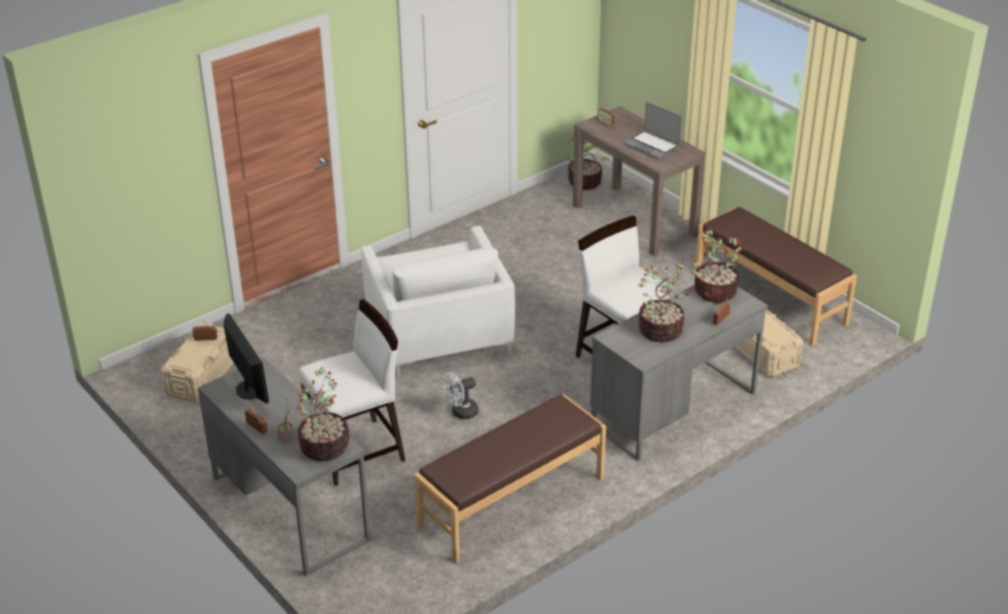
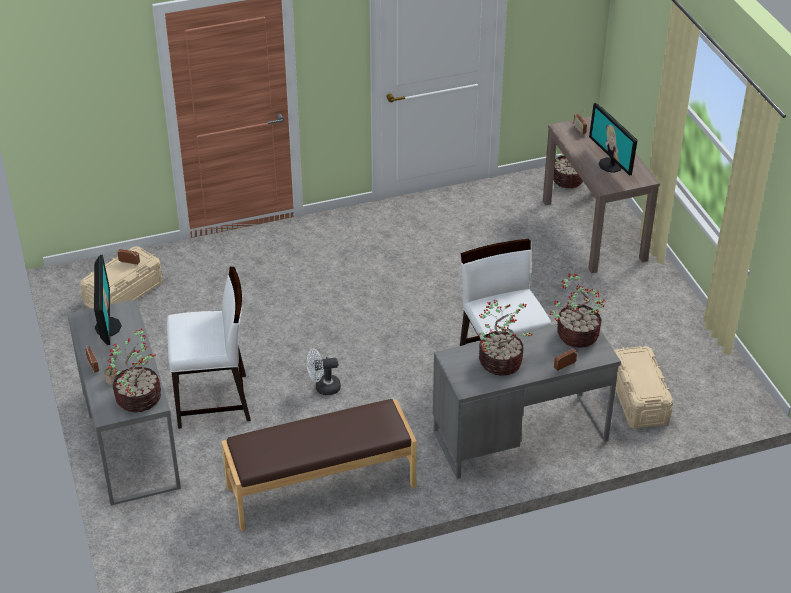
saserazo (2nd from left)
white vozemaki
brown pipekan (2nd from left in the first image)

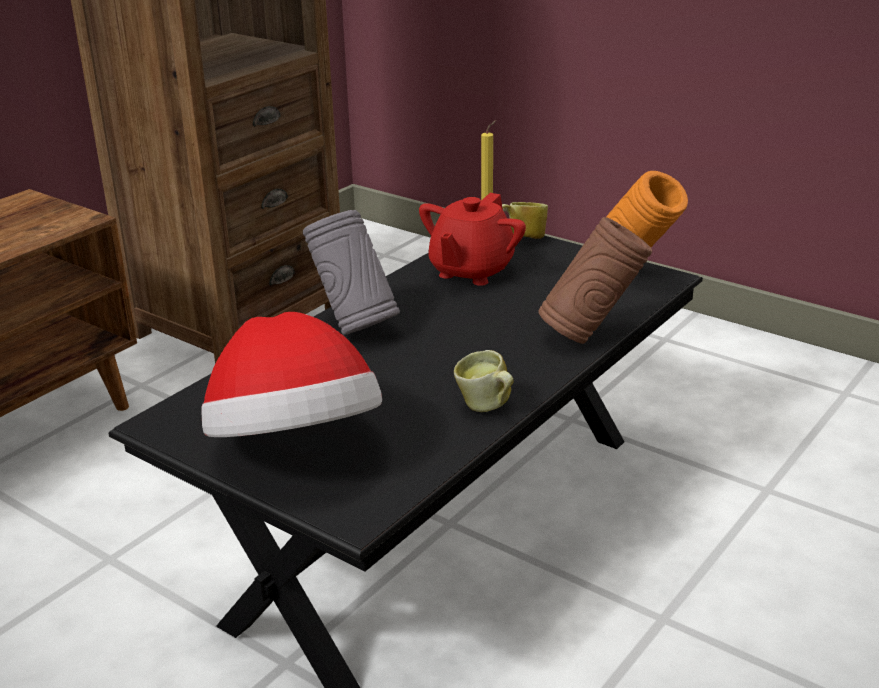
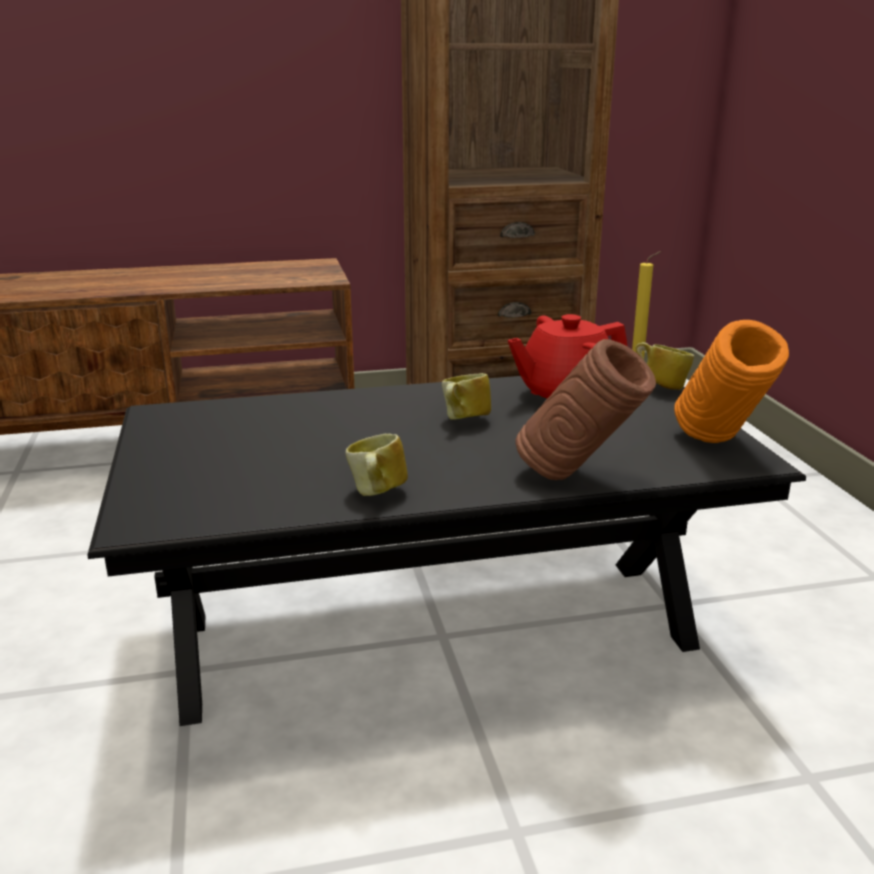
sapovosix (2nd from left)
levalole
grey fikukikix

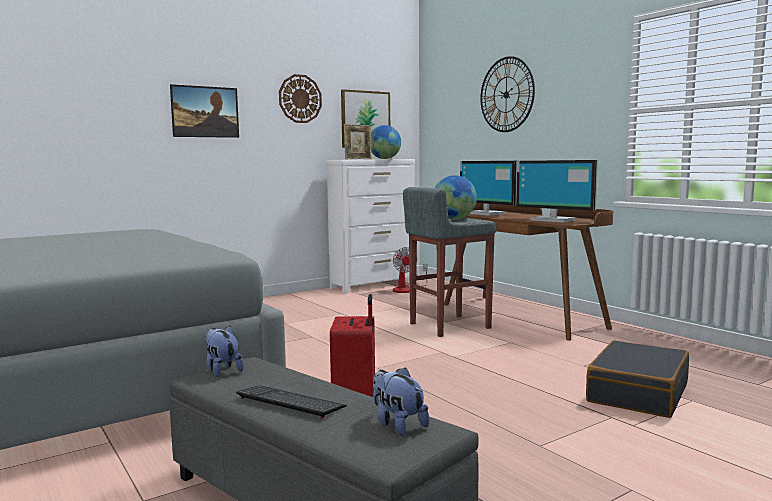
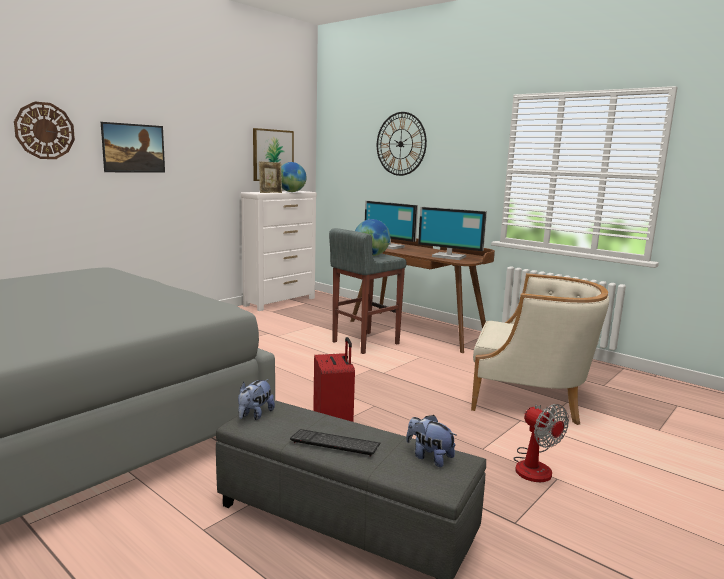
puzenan (1st from left)
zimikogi (1st from left)
beige vozemaki
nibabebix

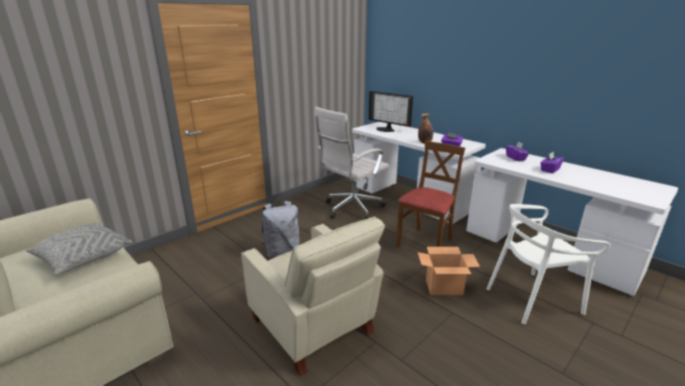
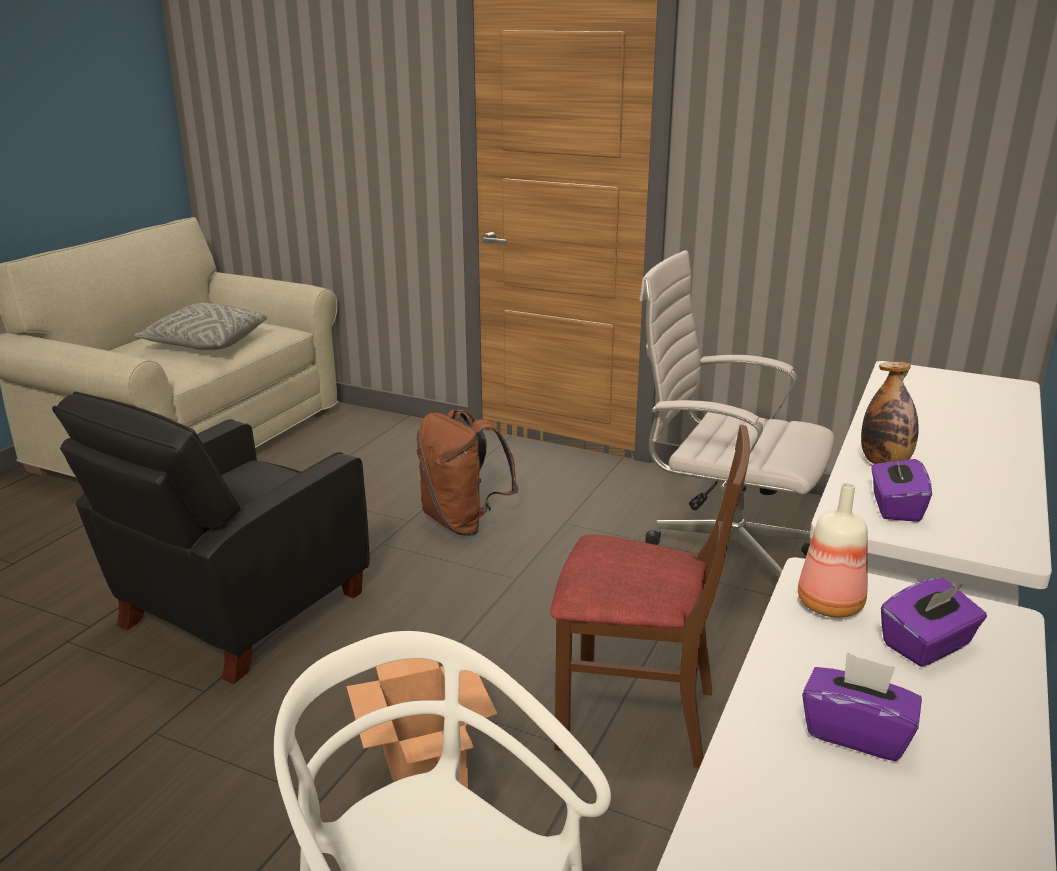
black vozemaki
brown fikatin
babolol (1st from left)
saserazo

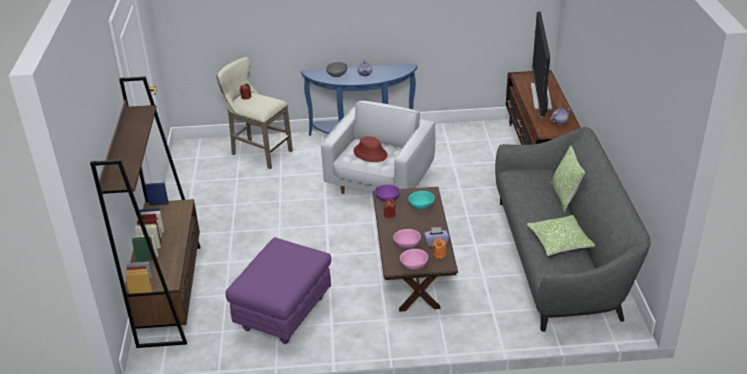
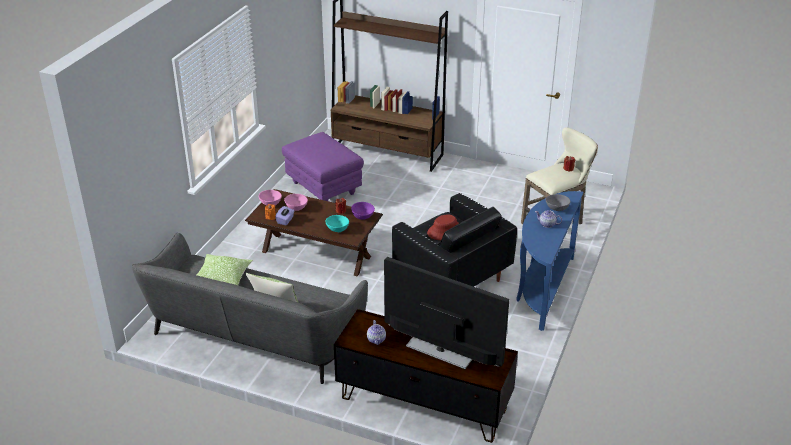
black vozemaki

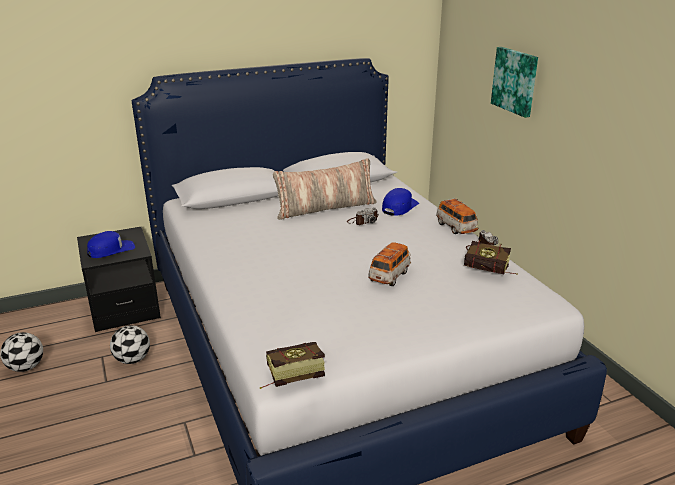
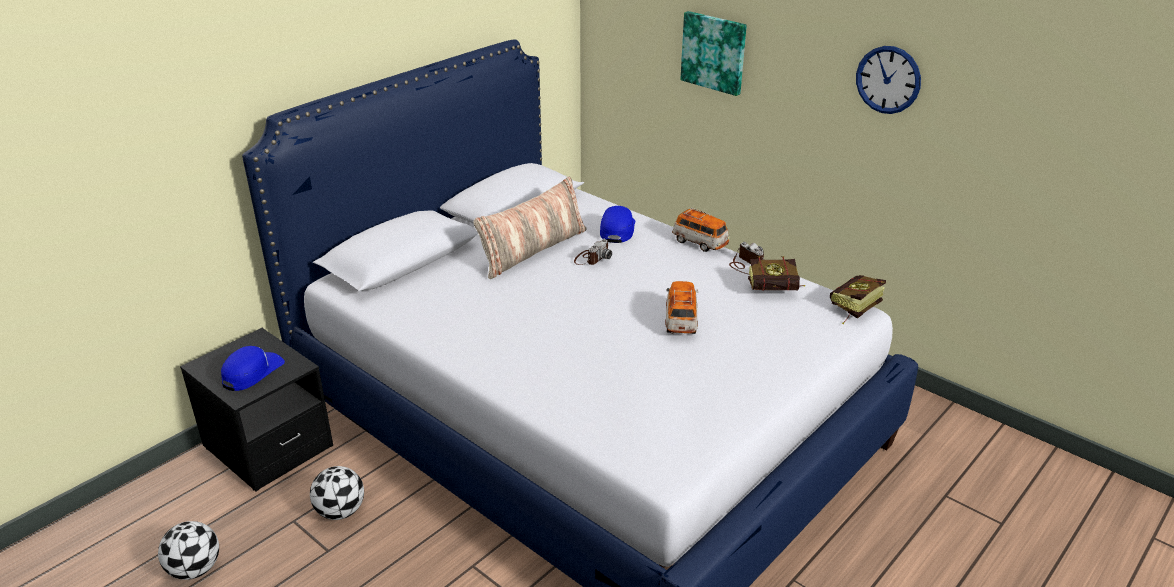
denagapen (2nd from left)
puzenan

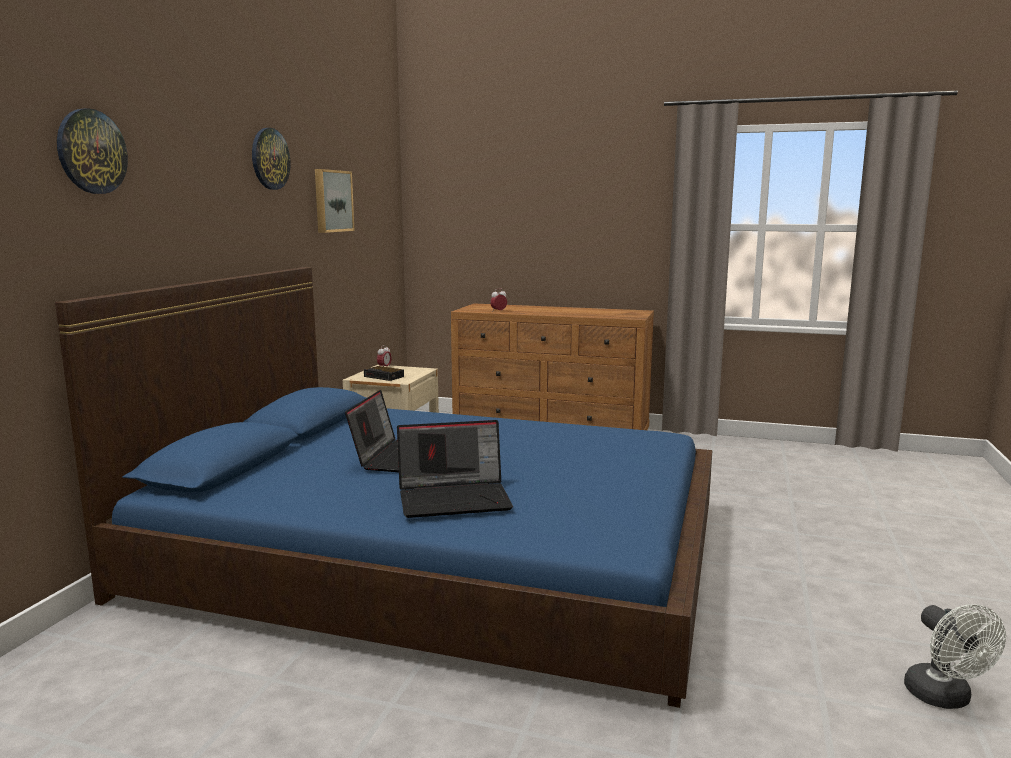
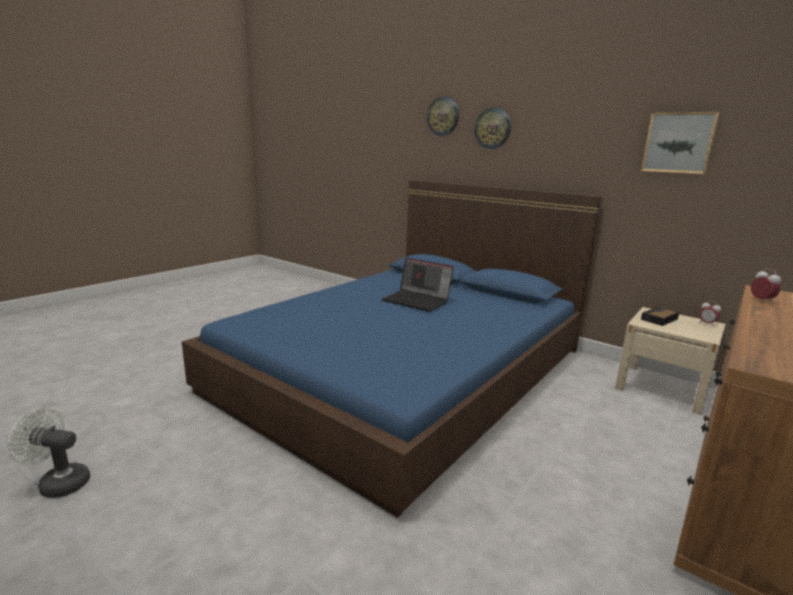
puzenan (2nd from left)
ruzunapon (2nd from left in the first image)

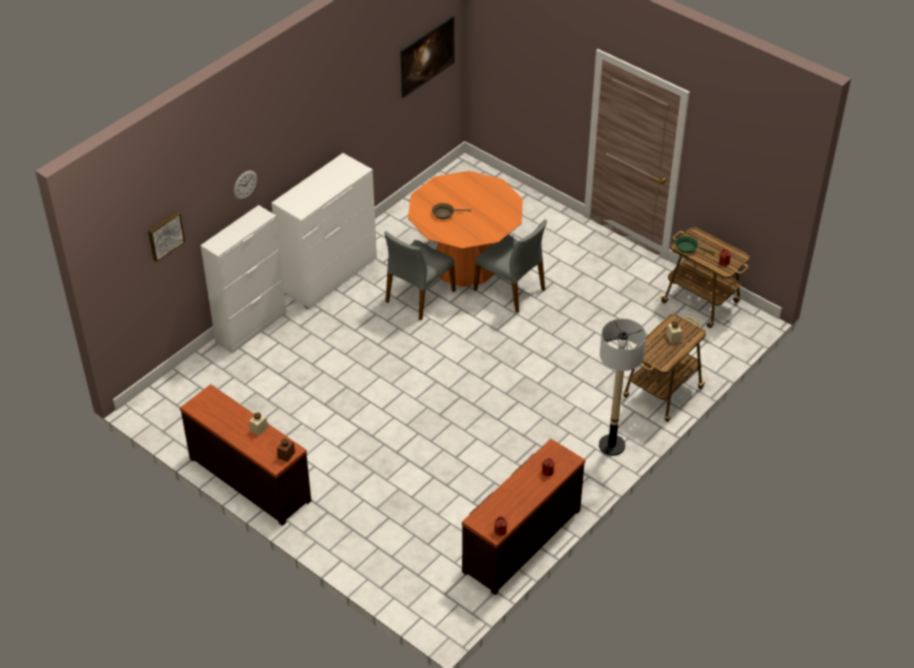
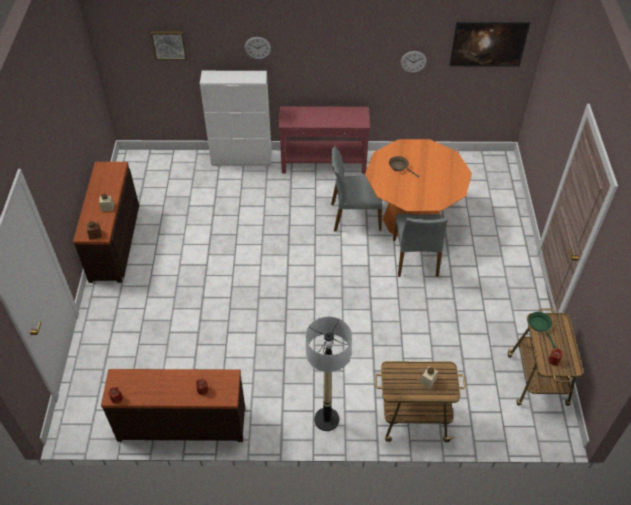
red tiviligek
puzenan (2nd from left)

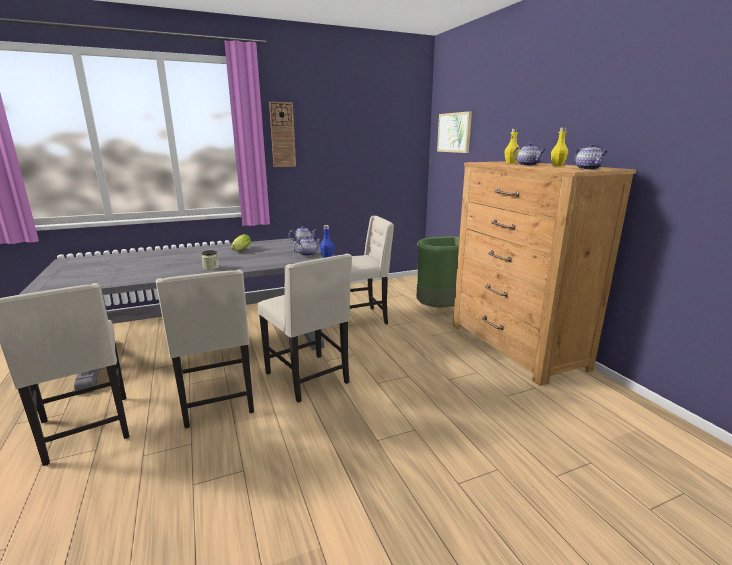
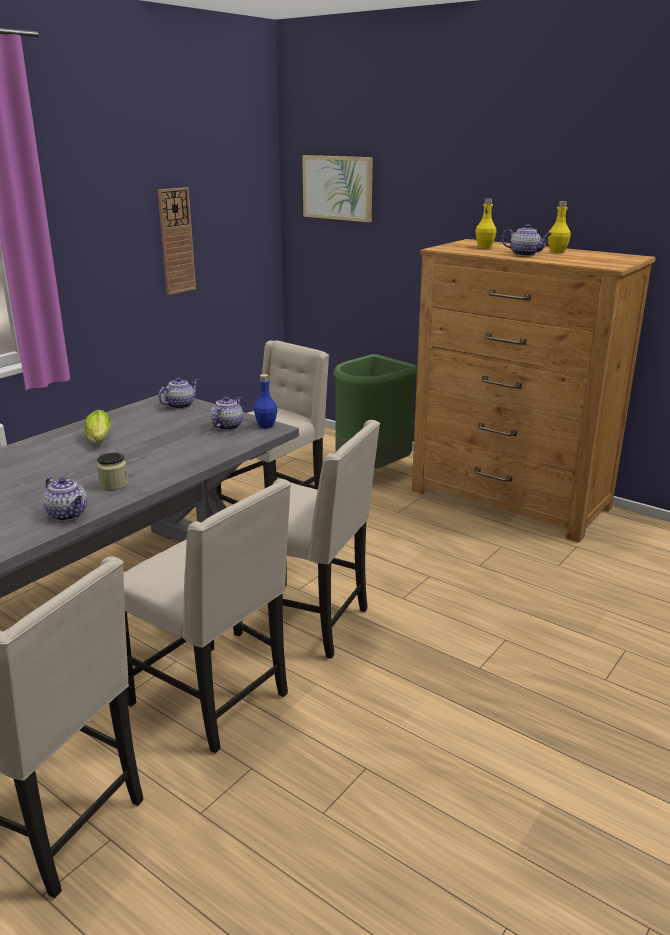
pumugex (1st from left)
puzenan

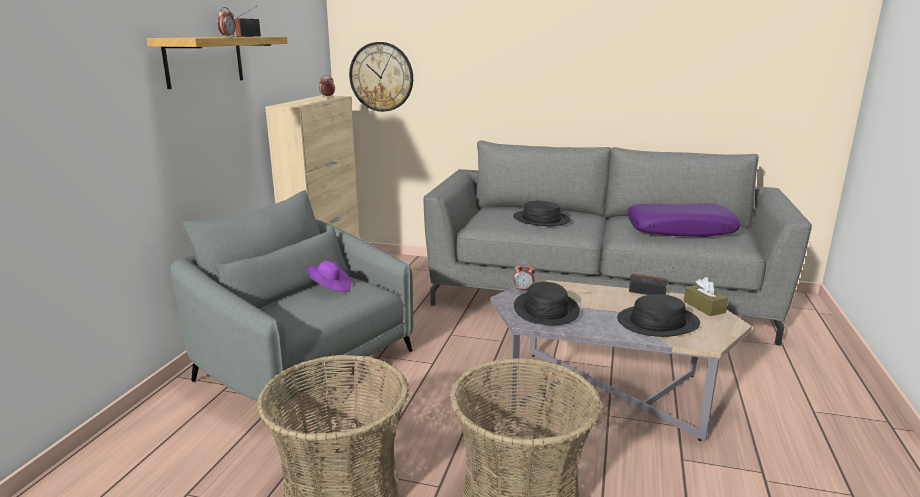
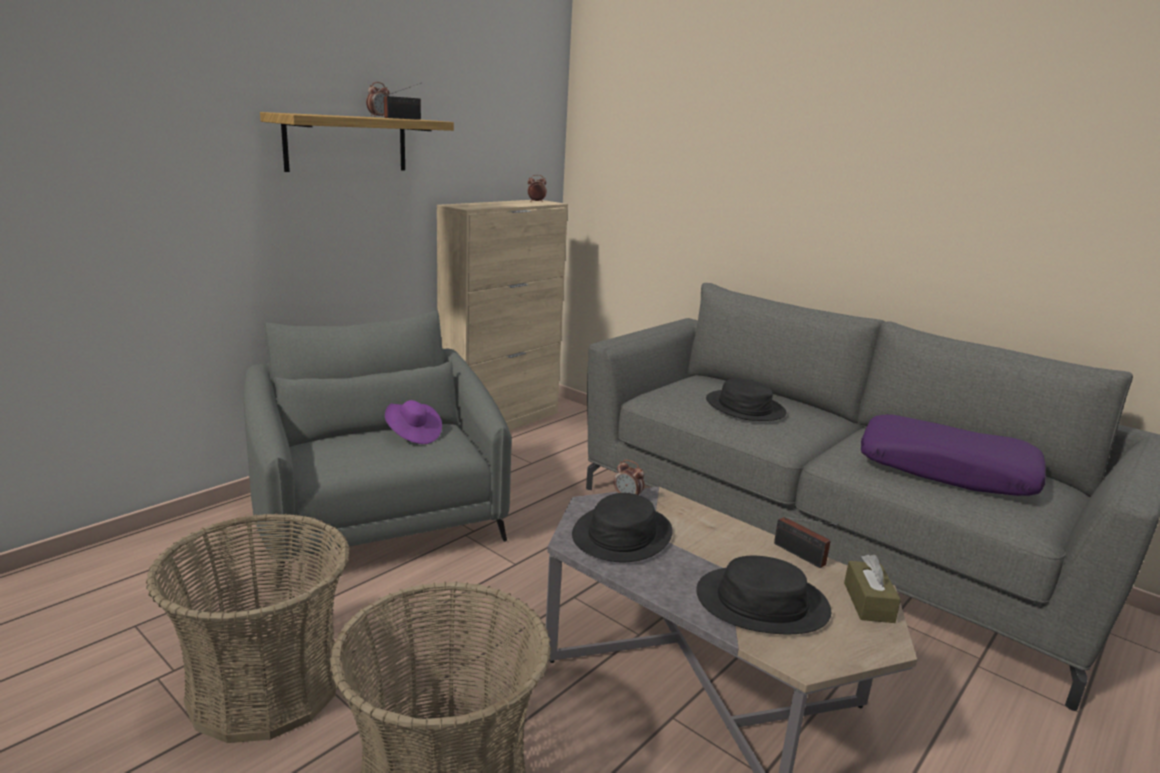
puzenan

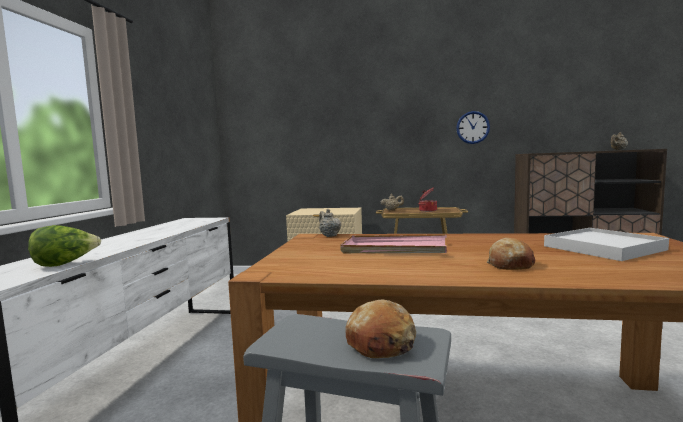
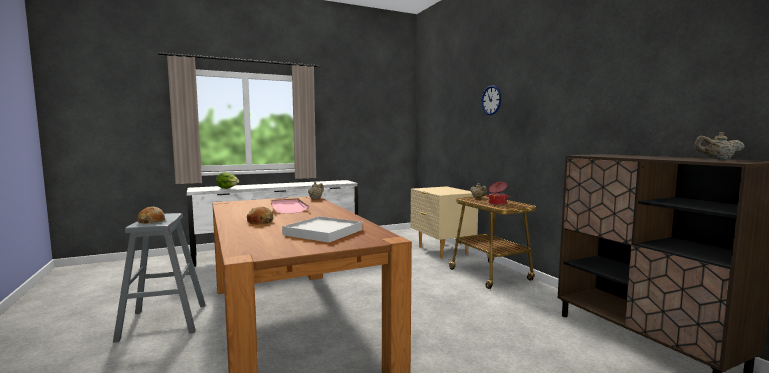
puzenan

